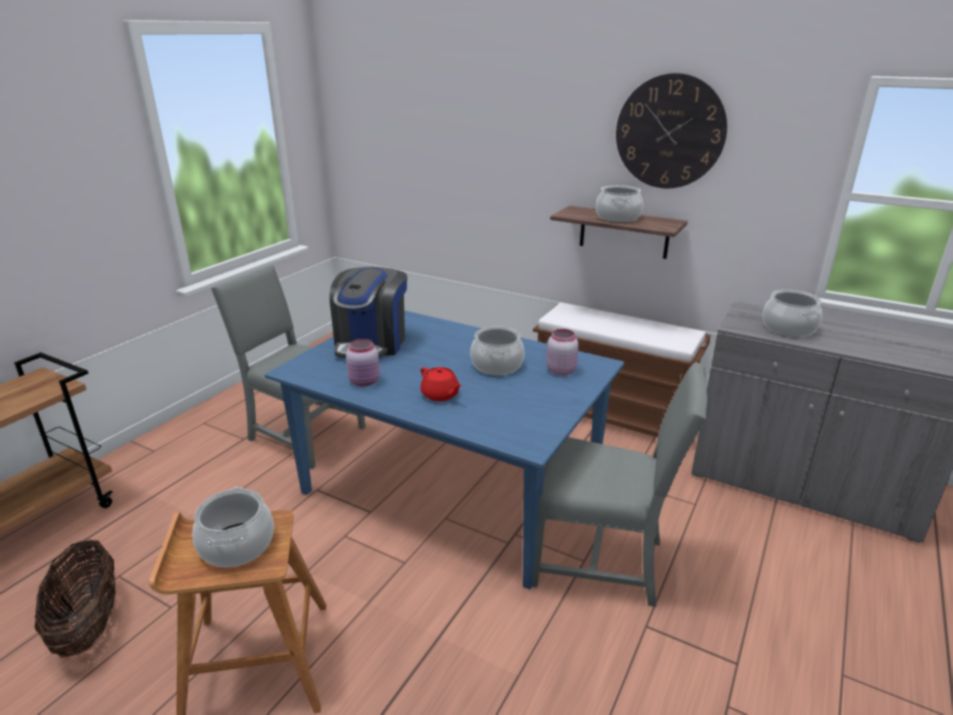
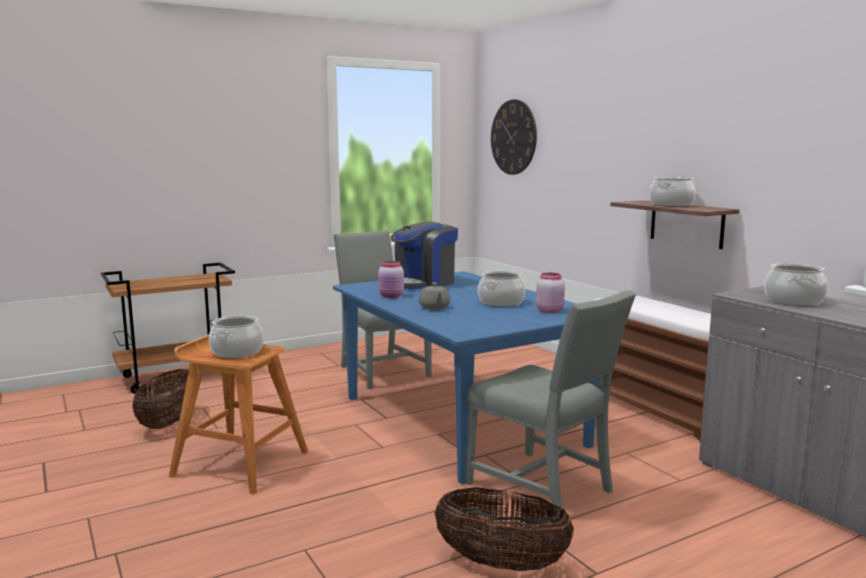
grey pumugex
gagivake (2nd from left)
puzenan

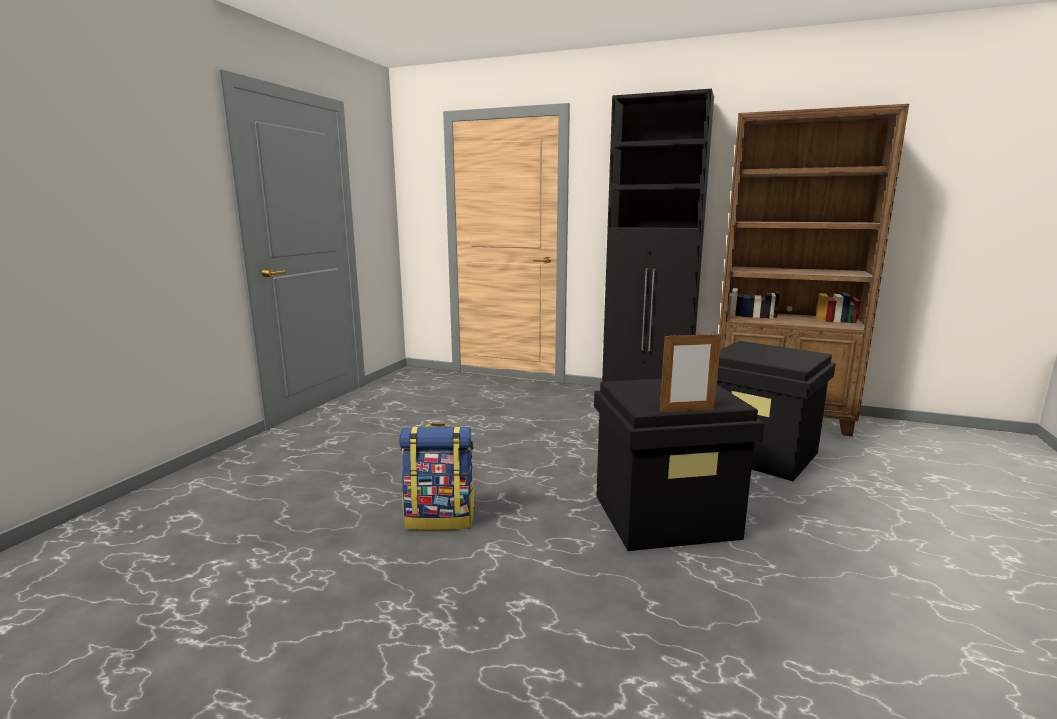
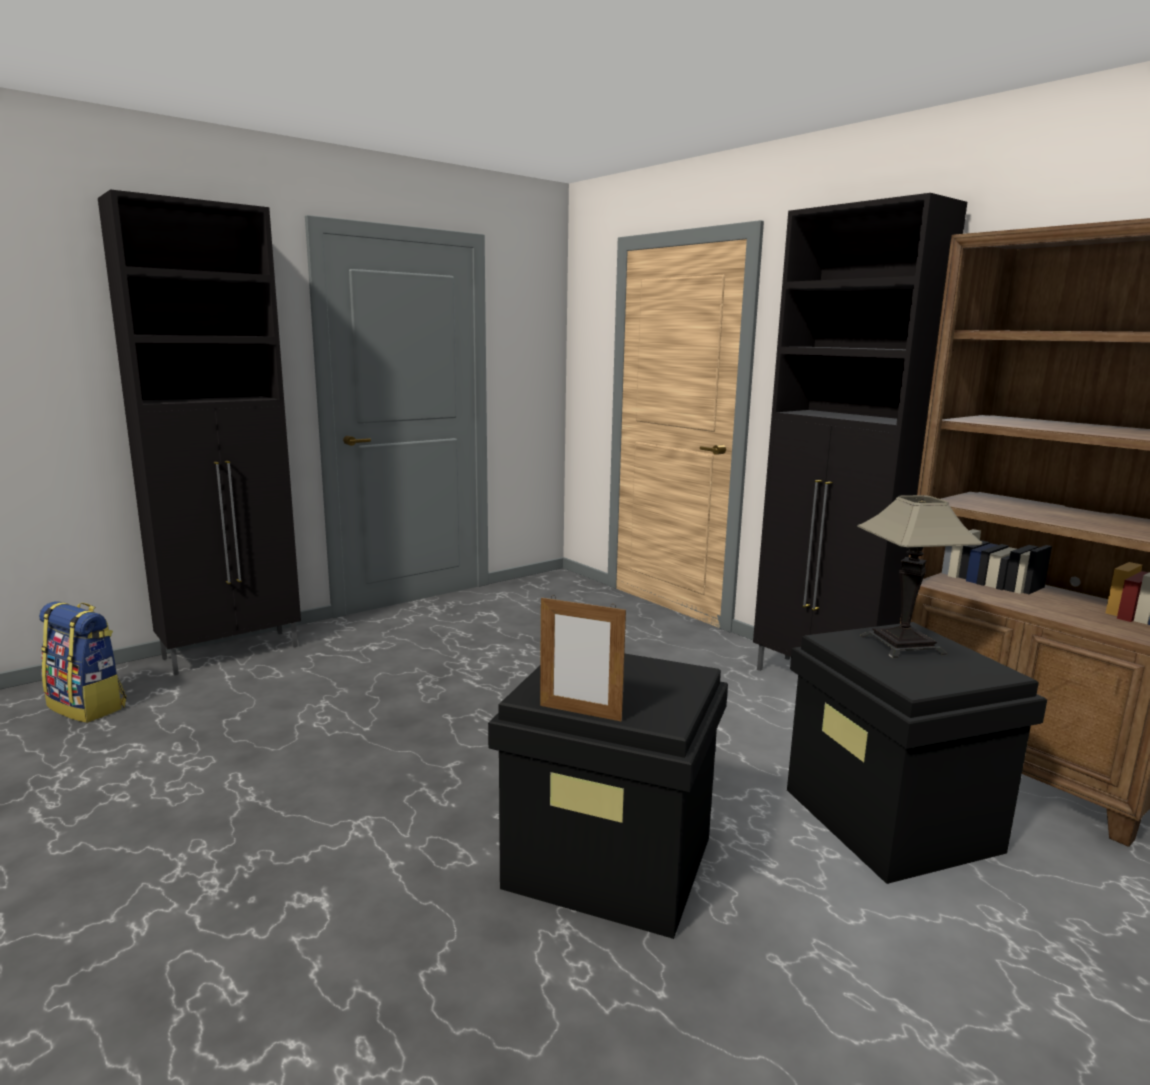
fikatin
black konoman (1st from left)
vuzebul

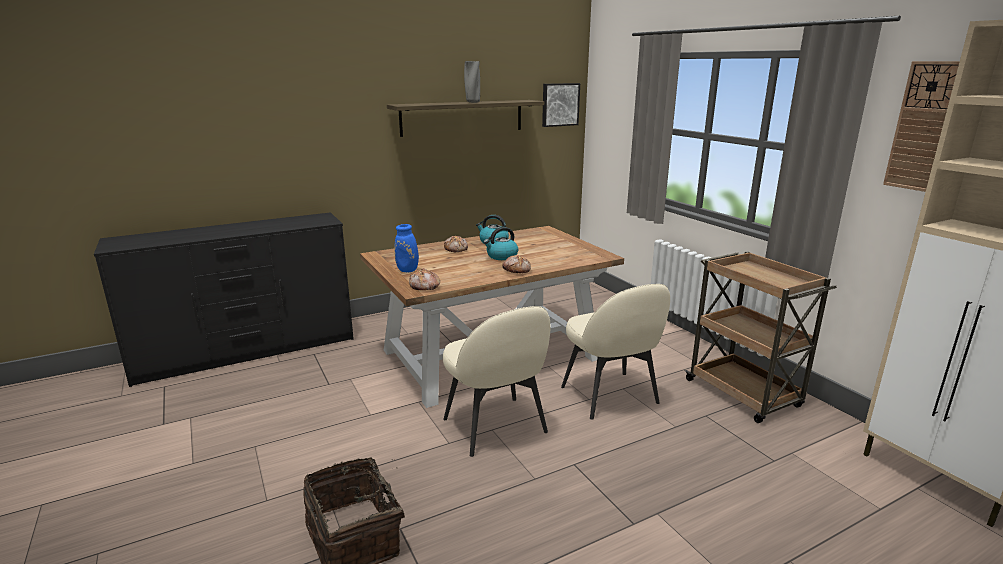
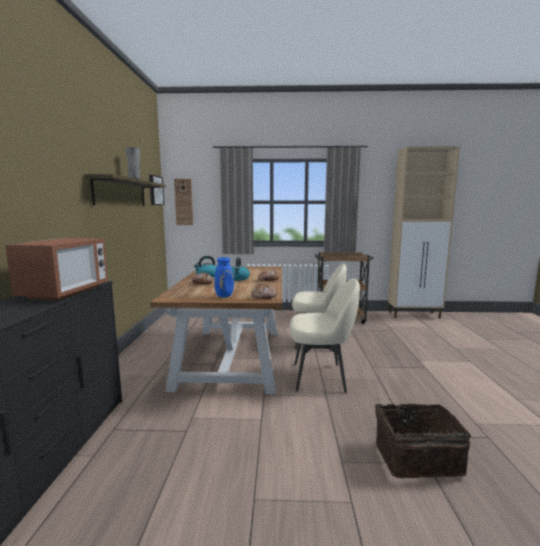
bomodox
puzenan

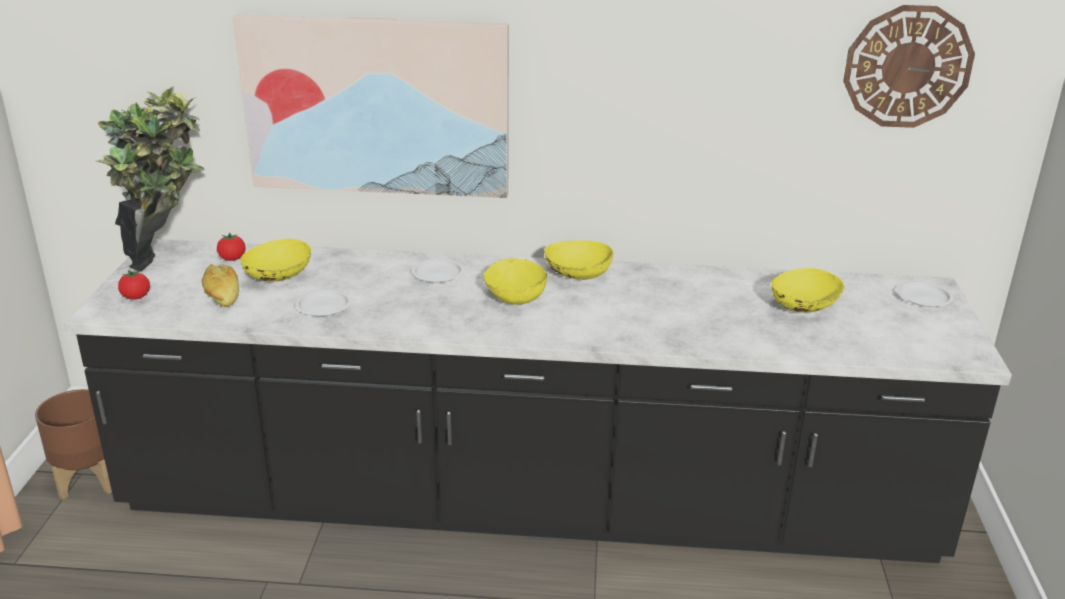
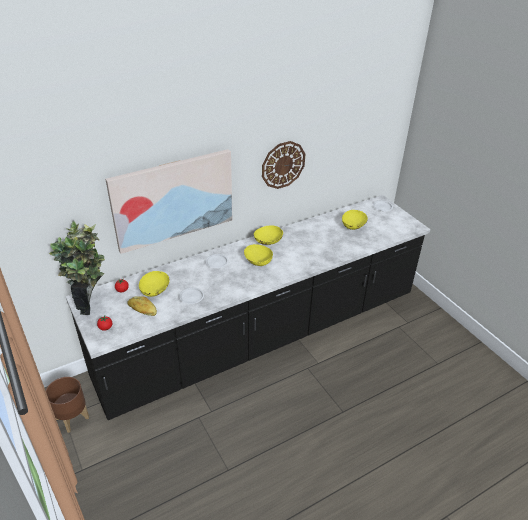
puzenan

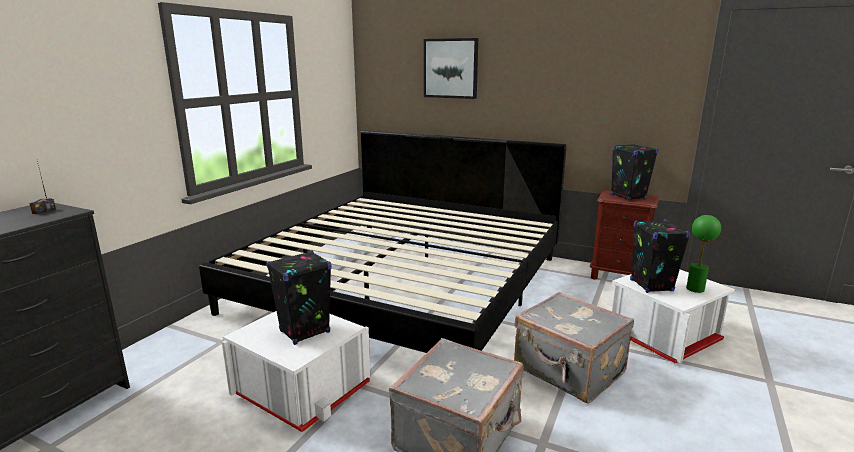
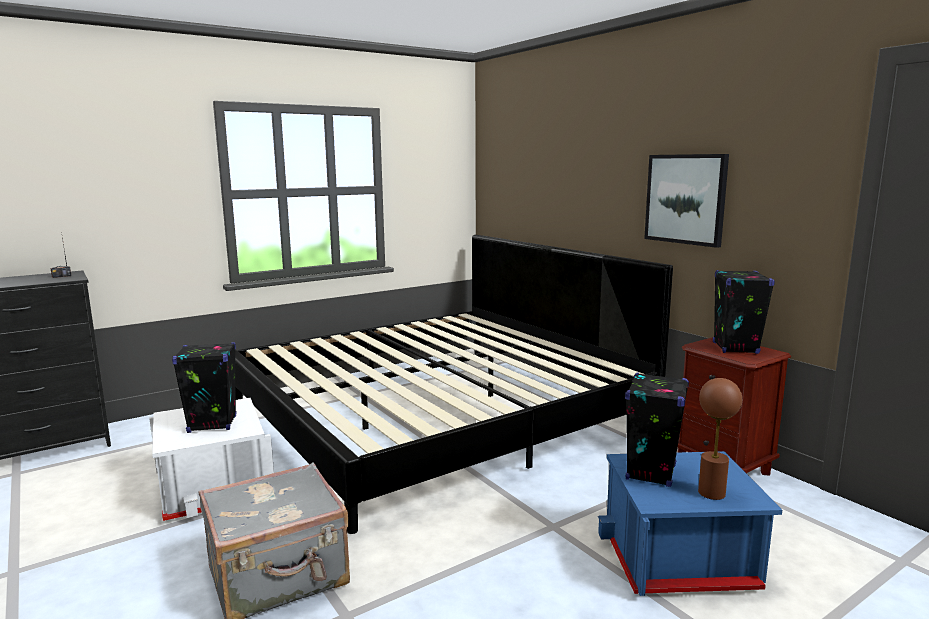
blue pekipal
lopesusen
brown vuzebul
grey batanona (2nd from left in the first image)

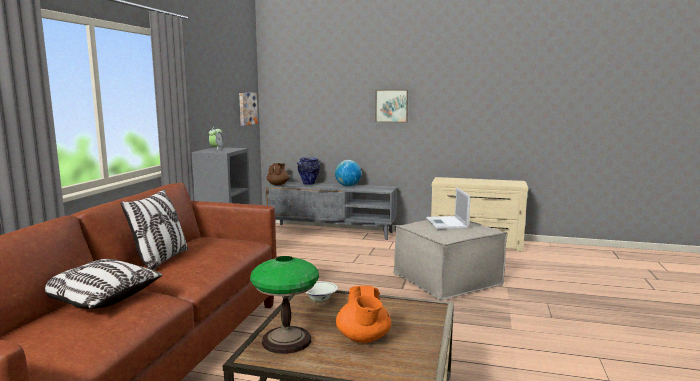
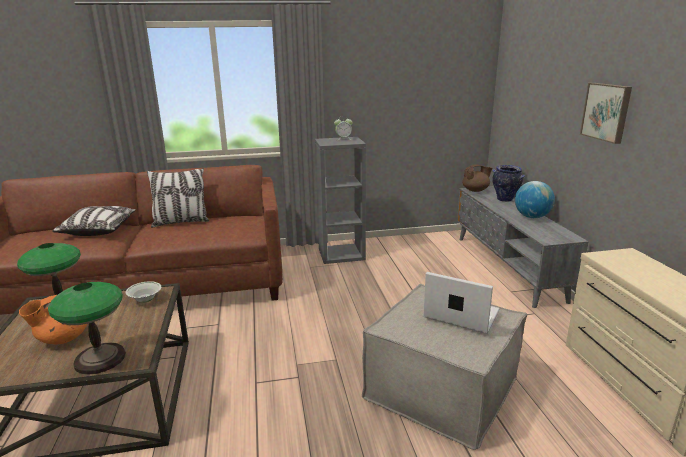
vuzebul (2nd from left)
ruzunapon
lopesusen (1st from left in the first image)

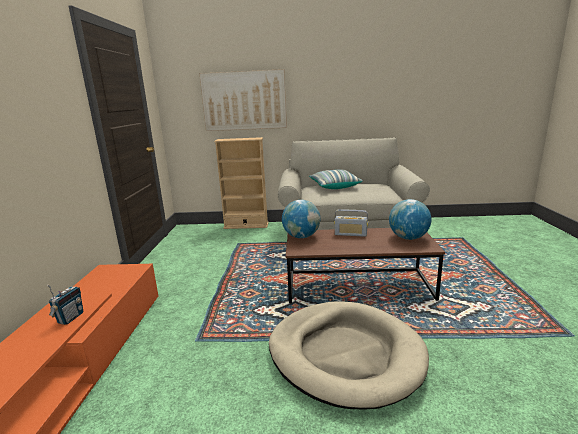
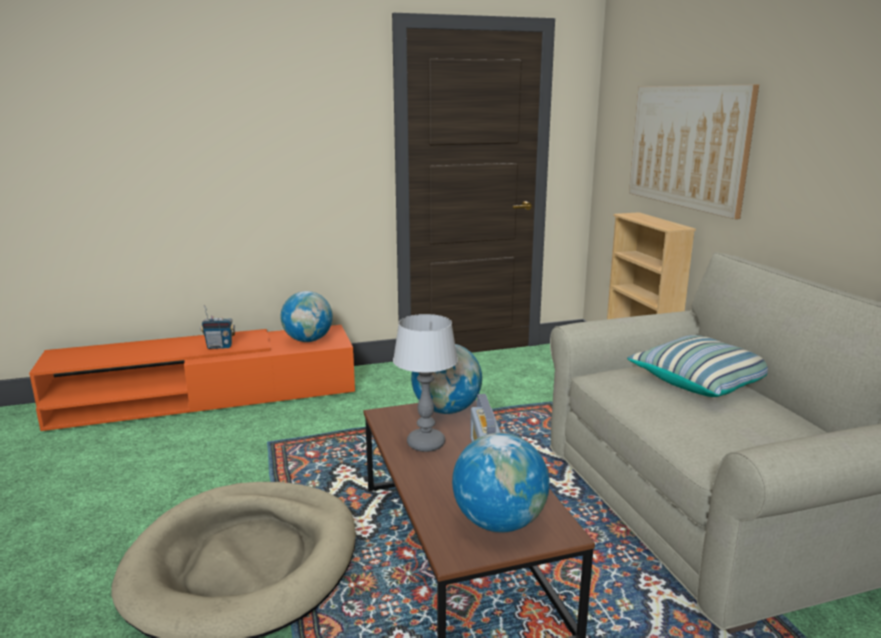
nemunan (1st from left)
vuzebul

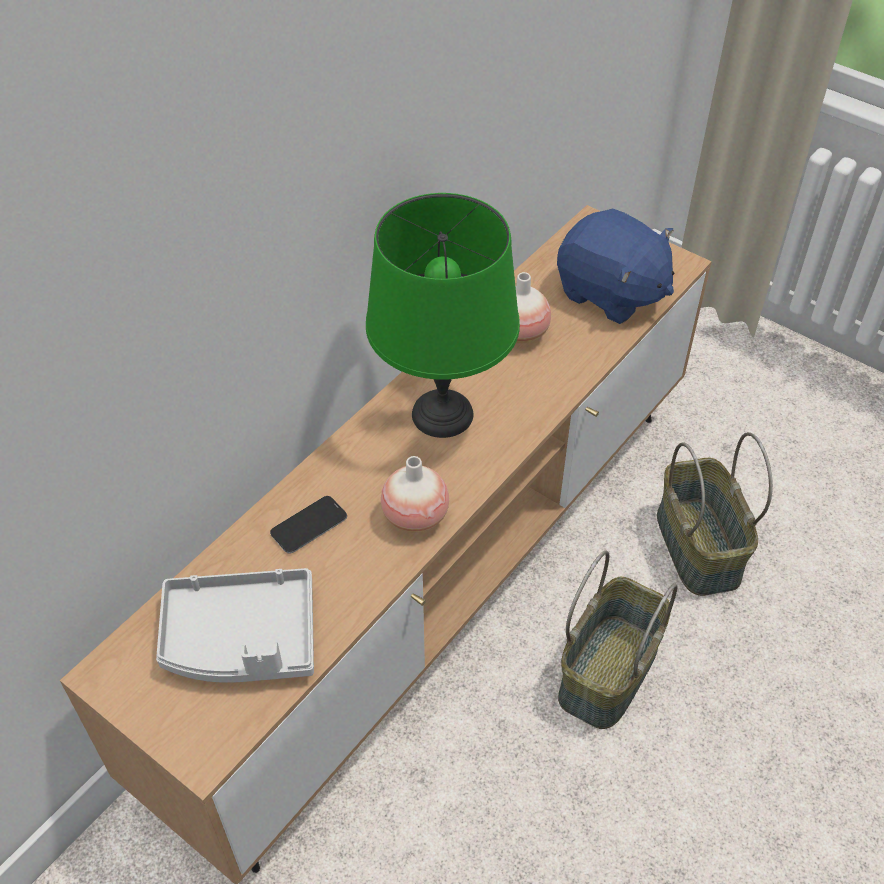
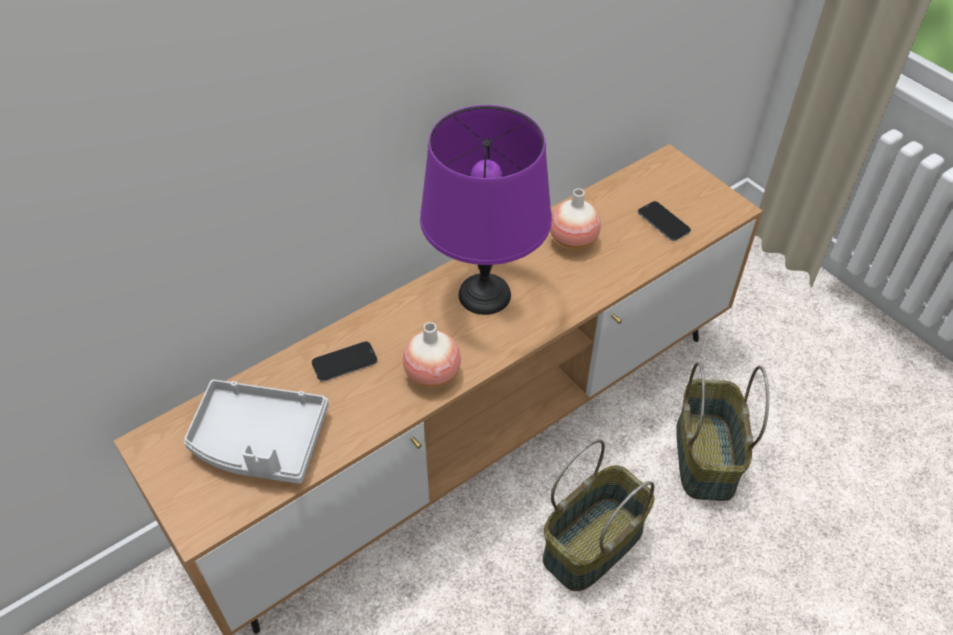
purple vuzebul
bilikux (2nd from left)

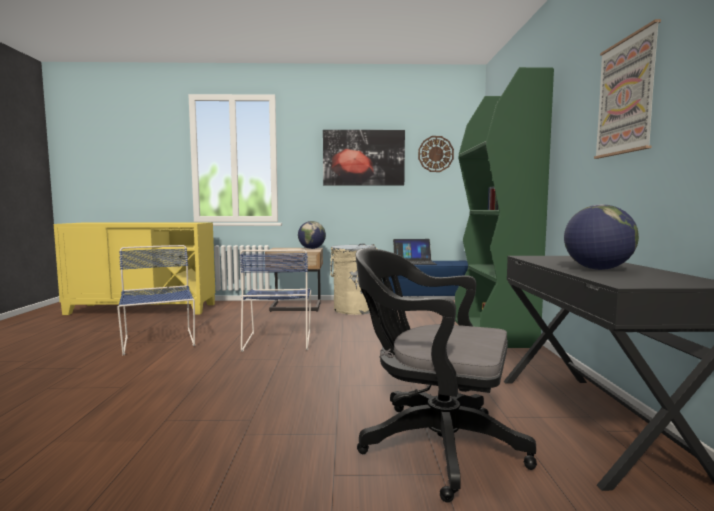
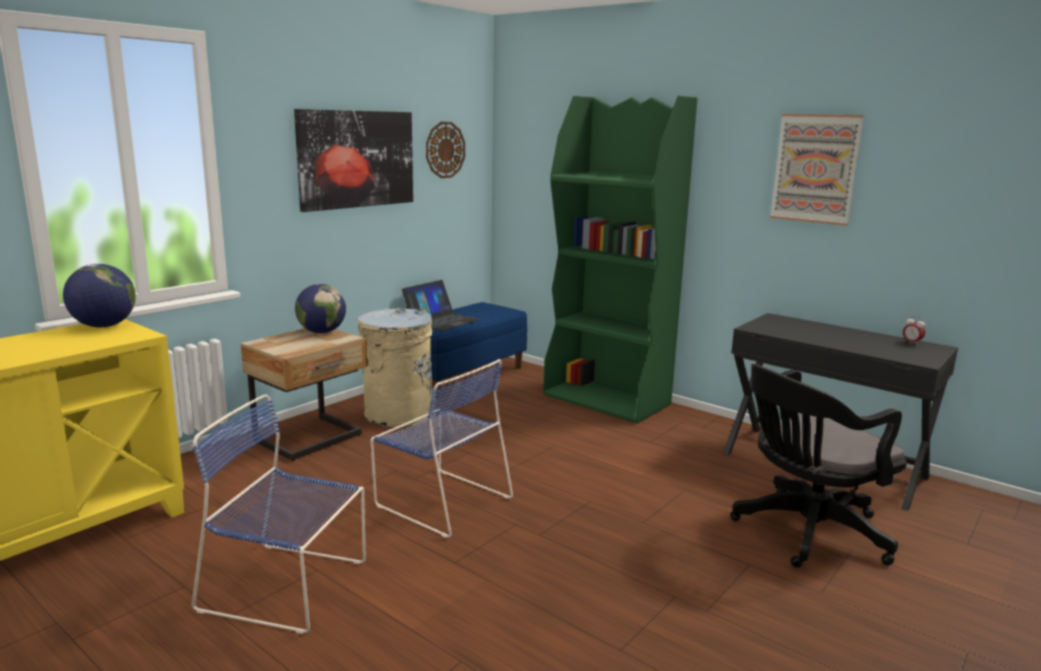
nemunan (1st from left)
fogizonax

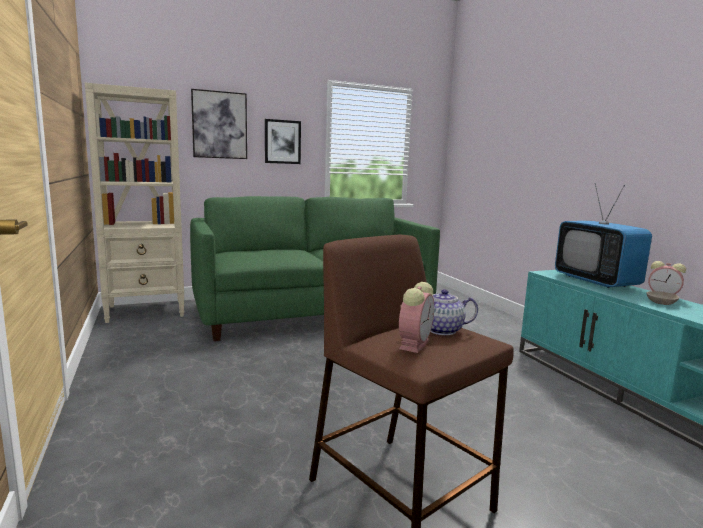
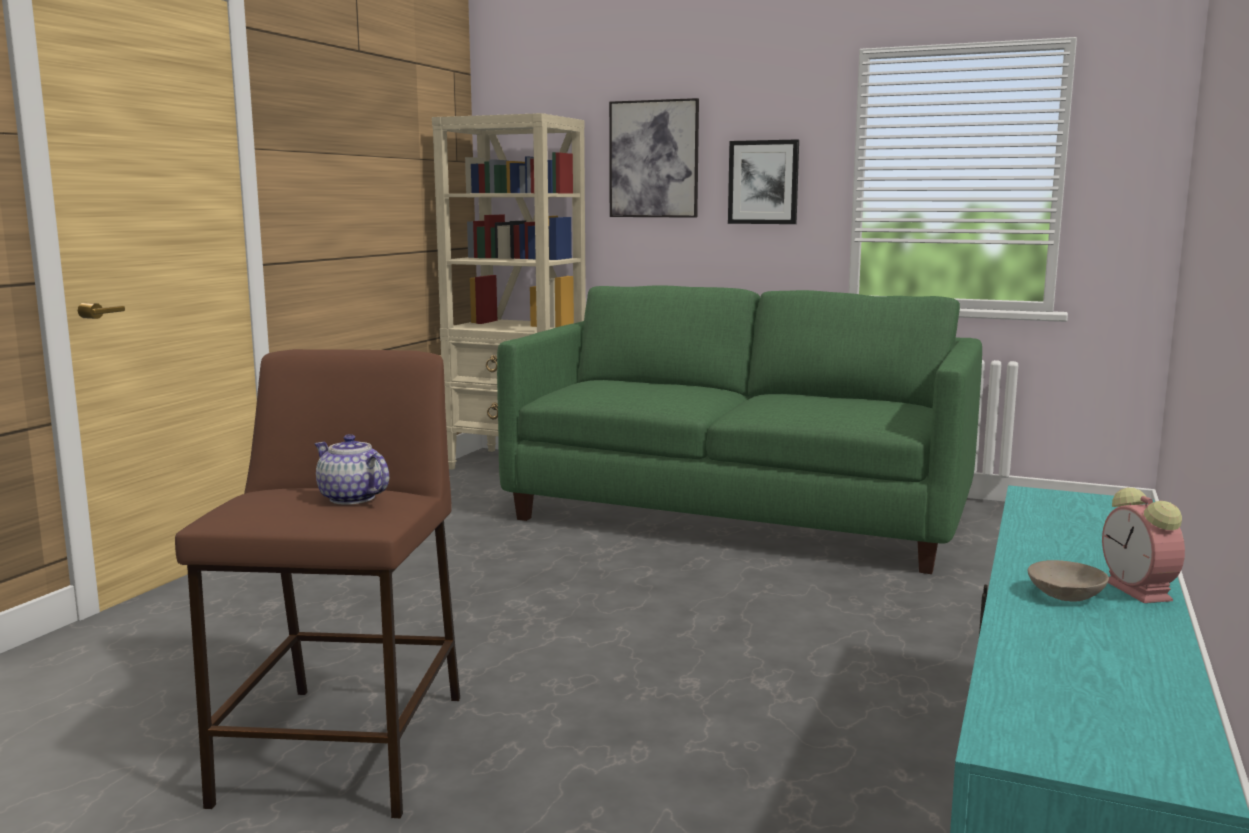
fogizonax (1st from left in the first image)
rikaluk

